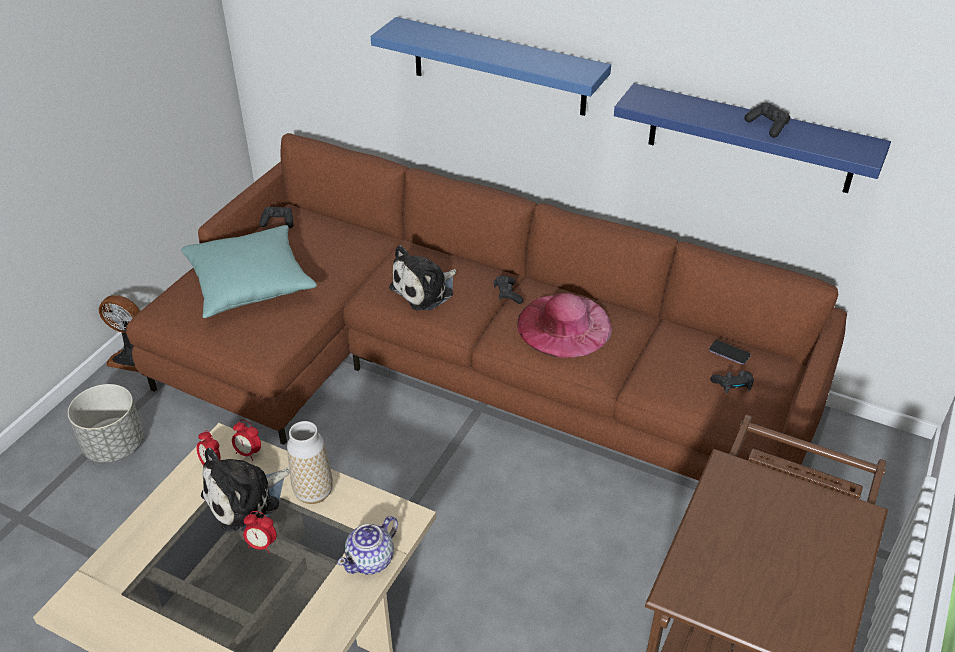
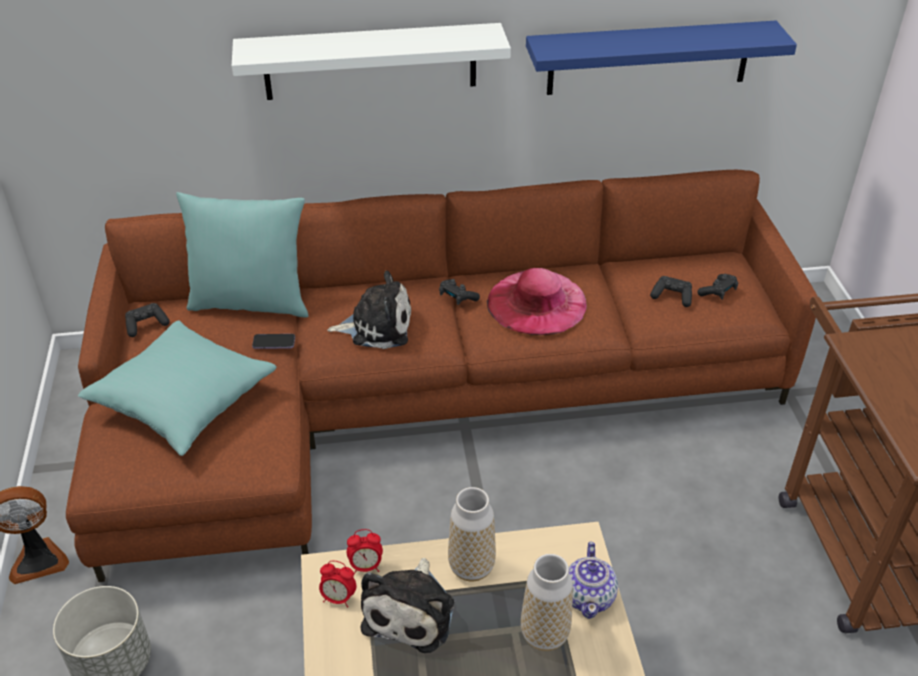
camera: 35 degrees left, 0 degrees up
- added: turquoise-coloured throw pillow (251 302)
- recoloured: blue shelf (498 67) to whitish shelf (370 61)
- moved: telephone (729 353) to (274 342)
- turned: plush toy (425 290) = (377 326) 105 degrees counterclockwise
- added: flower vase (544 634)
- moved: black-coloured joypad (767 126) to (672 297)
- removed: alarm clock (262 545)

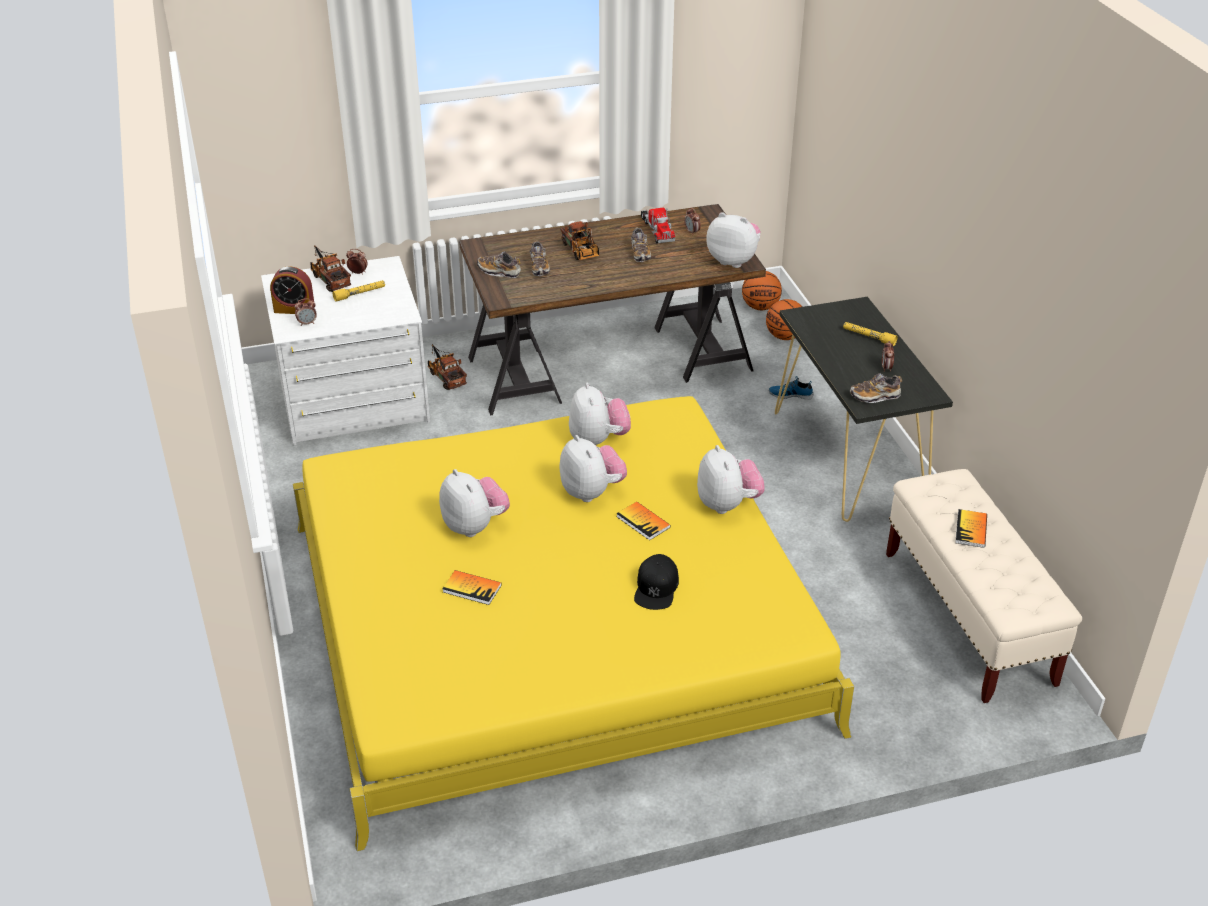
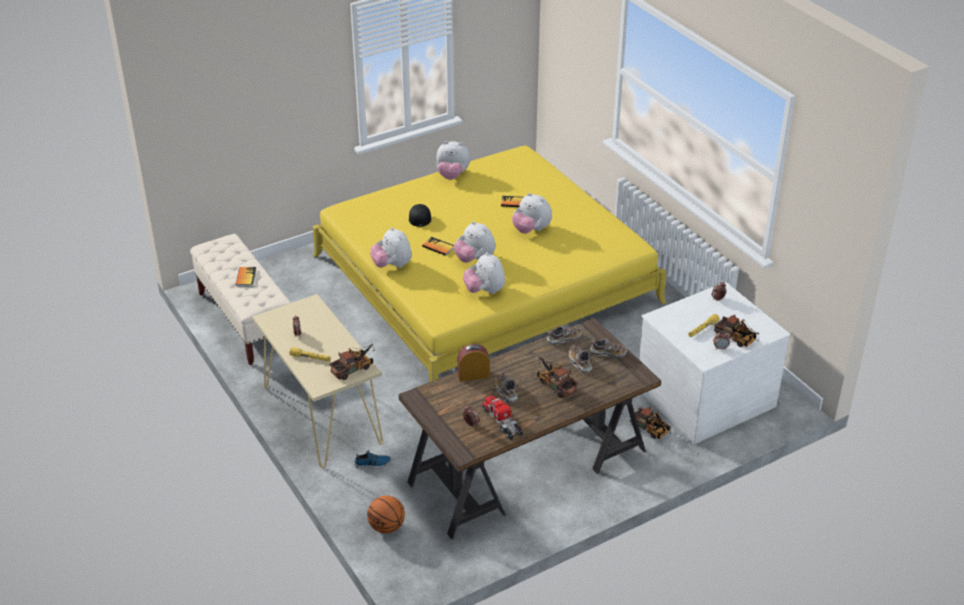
camera: 165 degrees right, 0 degrees up
- recoloured: black-coloured hall table (849 458) to beige hall table (322 414)
- added: toy truck (354 368)
- moved: plush toy (733 260) to (452 175)
- moved: alarm clock (294 309) to (473 375)
- moved: low shoe (874 396) to (563 339)
- removed: ball for basketball (760 307)

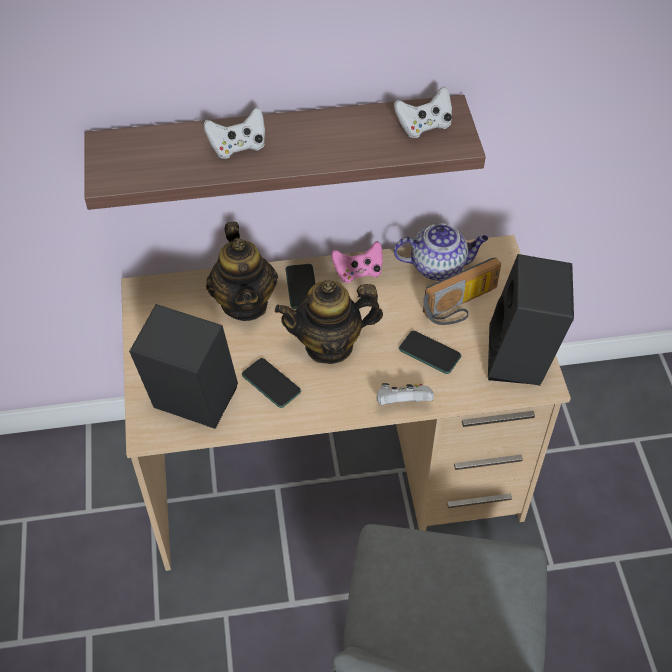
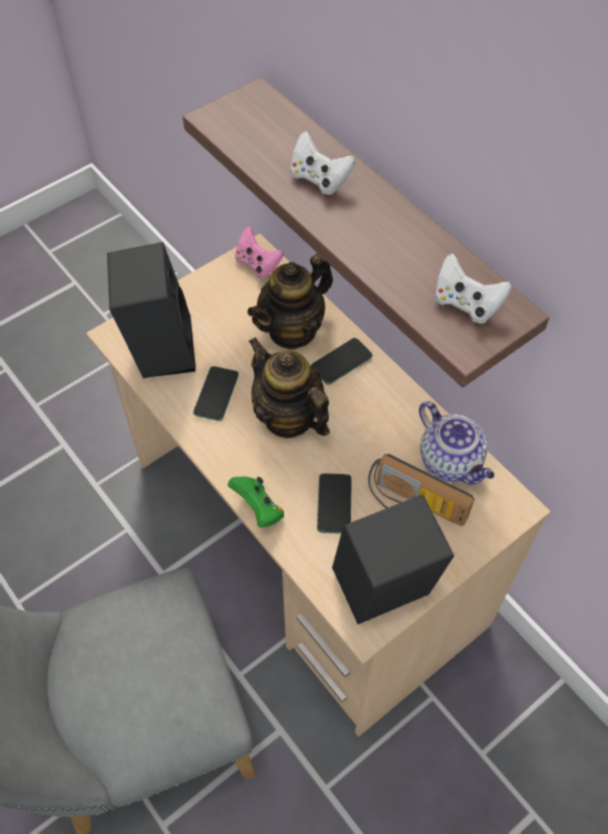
camera: 60 degrees right, 5 degrees up
- recoloured: whitish joypad (402 403) to greenish joypad (258 509)
- moved: pink-coloured joypad (358 272) to (257 264)

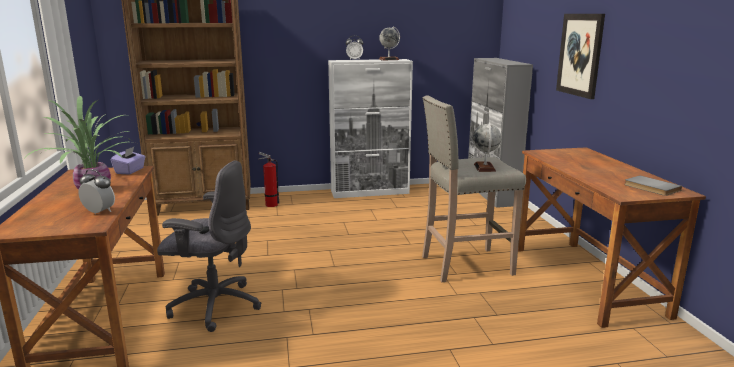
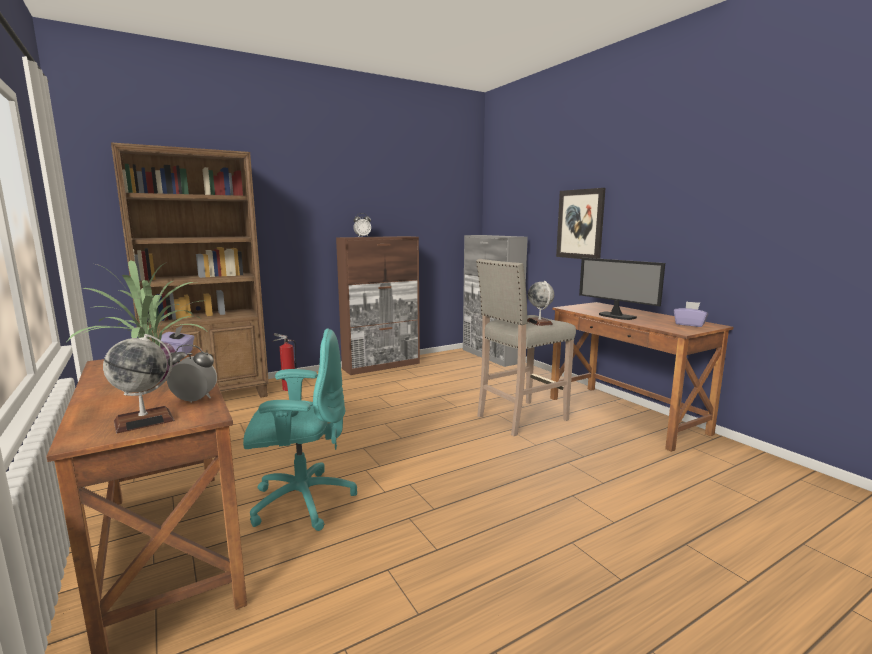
camera: 20 degrees left, 5 degrees down
- moved: desk globe (389 59) to (144 421)
- recoloured: gray desk chair (214 306) to turquoise-coloured desk chair (301 501)
- recoloured: whitish cabinet (370 192) to brownish cabinet (382 366)
- added: computer screen (616 316)
- replaced: gray volume (650 188) to purple tissue holder (689 324)

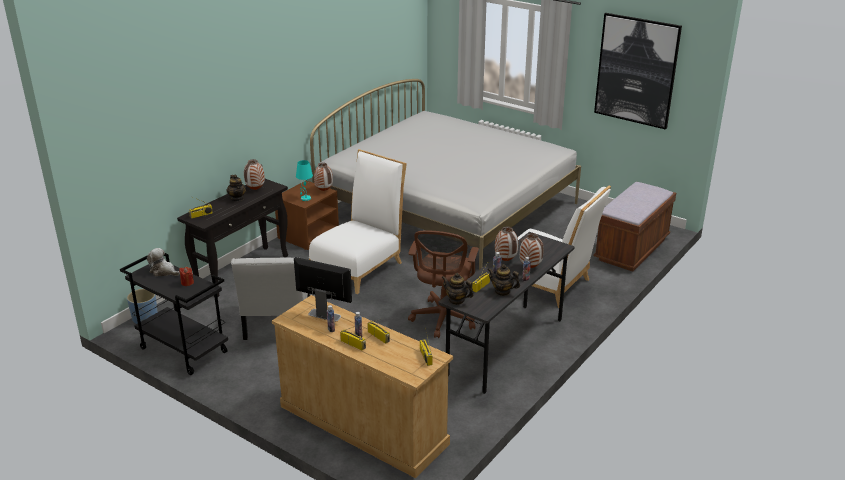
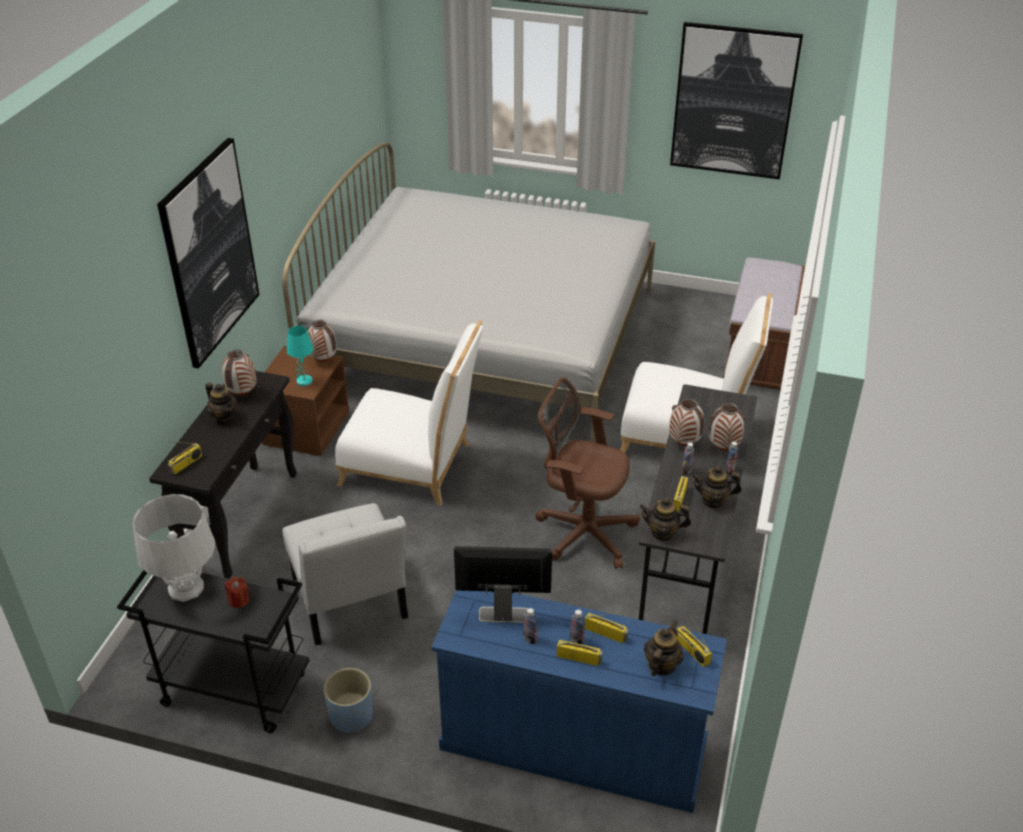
camera: 20 degrees left, 10 degrees up
- replaced: plush toy (164 271) to gray tabletop lamp (186 588)
- added: wall picture (210 253)
- moved: blue plant pot (145 319) to (351 716)
- turned: whitish chair (359 266) = (413 466) 90 degrees clockwise
- recoloured: beige dresser (362 425) to blue dresser (571 745)
- turned: brownish desk chair (443 319) = (582 532) 120 degrees clockwise
- added: teapot (661 665)

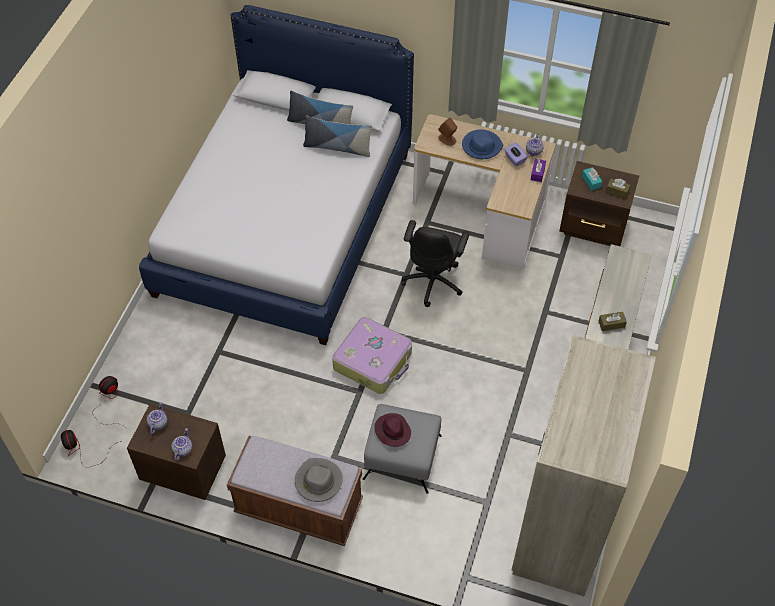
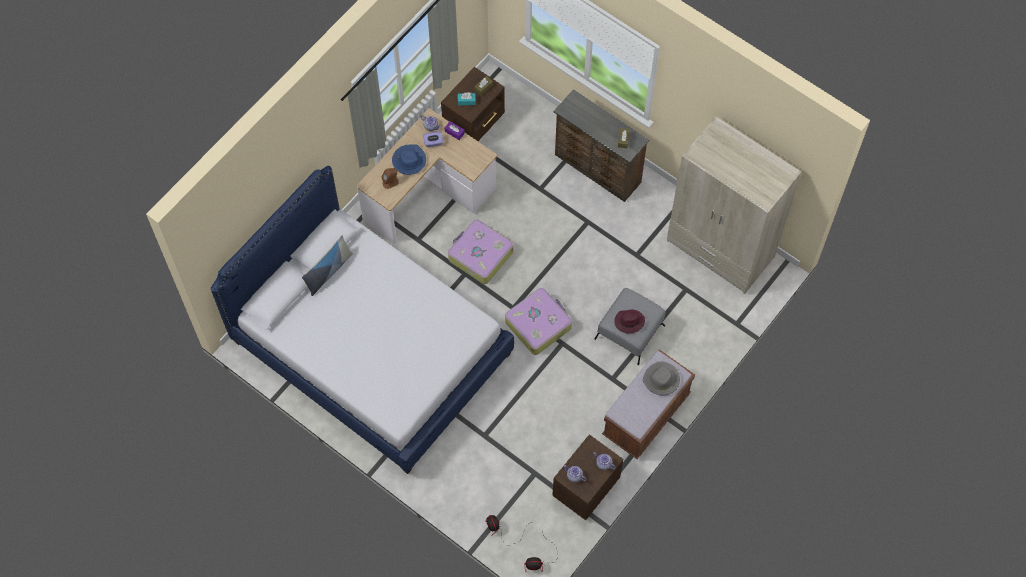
camera: 70 degrees left, 10 degrees up
- replaced: black-coloured desk chair (433 281) to travel case (479 255)
- removed: throw pillow (337 147)

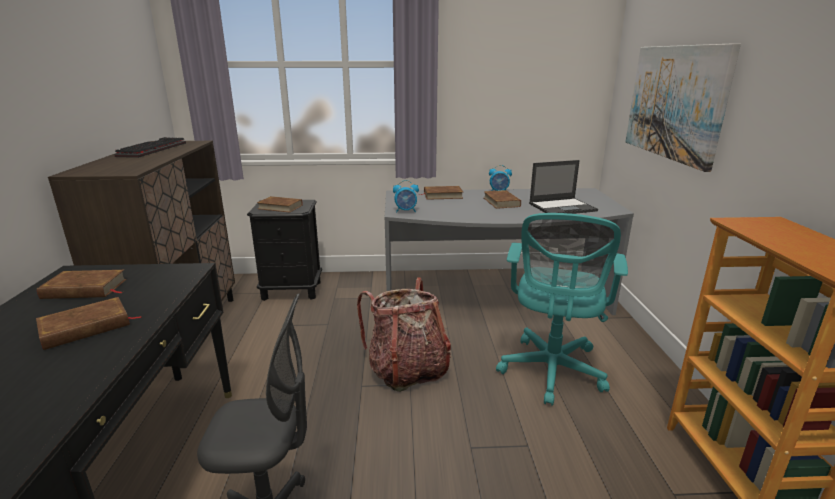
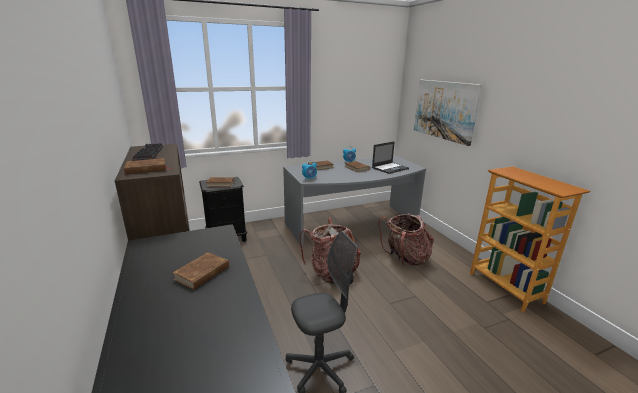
camera: 20 degrees left, 0 degrees up
- moved: brownish volume (85 289) to (146 169)
- replaced: turquoise-coloured desk chair (551 372) to knapsack (405 258)

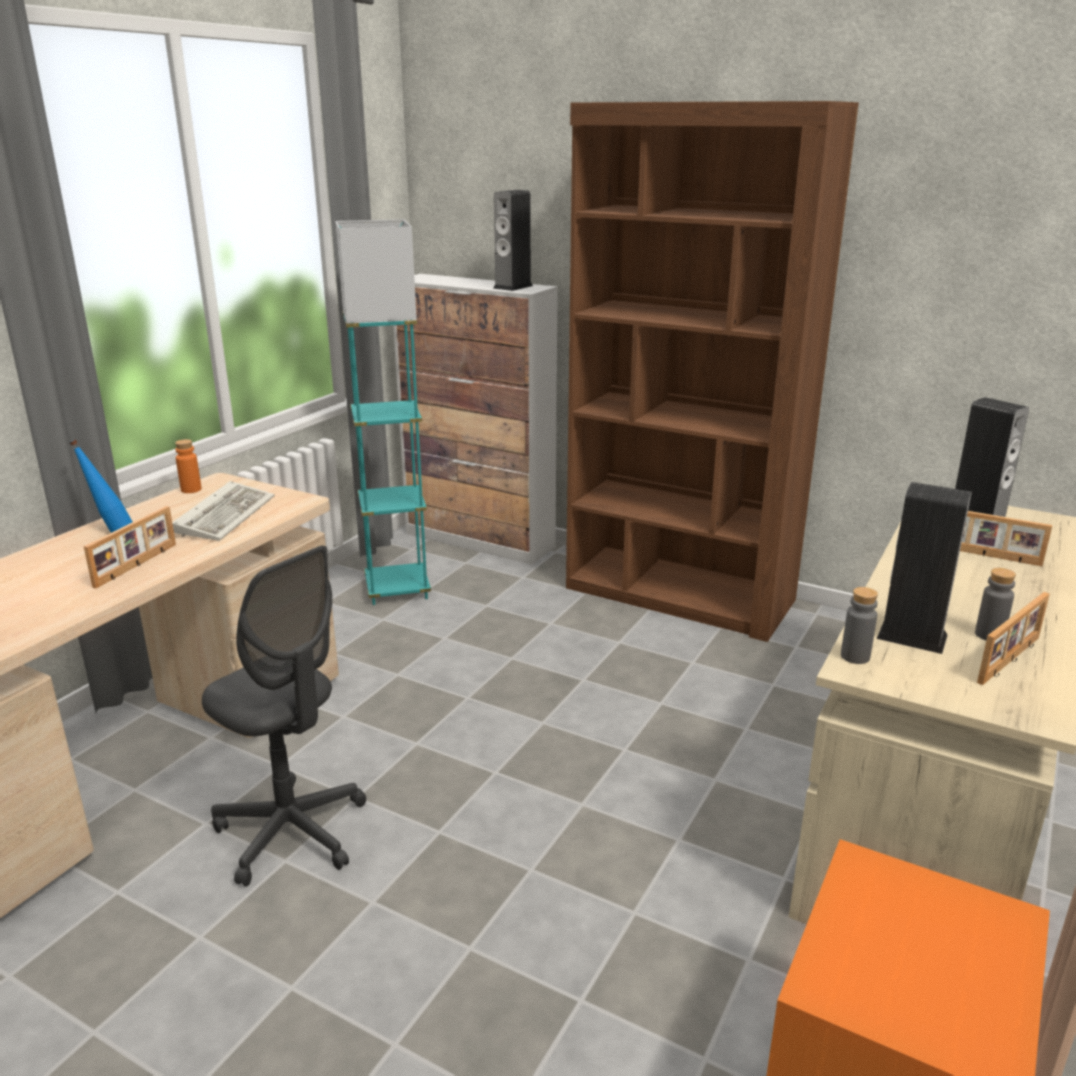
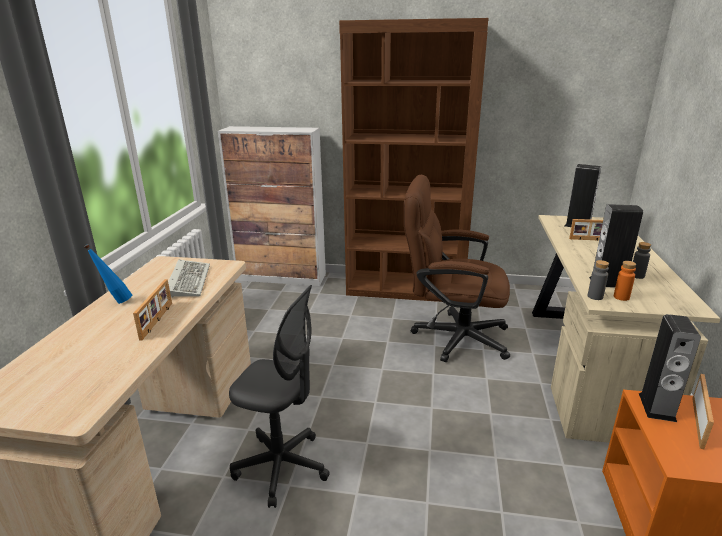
camera: 20 degrees left, 0 degrees up
- added: brownish desk chair (451 336)
- moved: orange-coloured drink bottle (191 489) to (621 297)
- moved: loudspeaker (513 287) to (657 407)
- moved: picture frame (1011 660) to (699 422)
- removed: turquoise-coloured standard lamp (397 589)

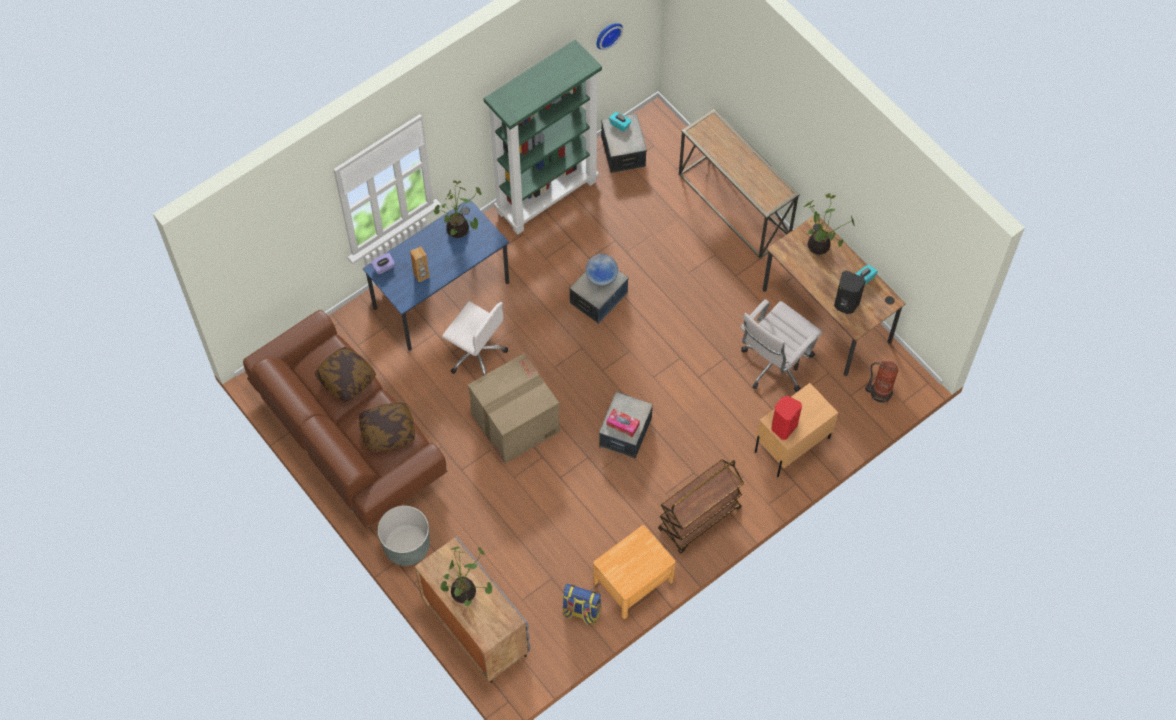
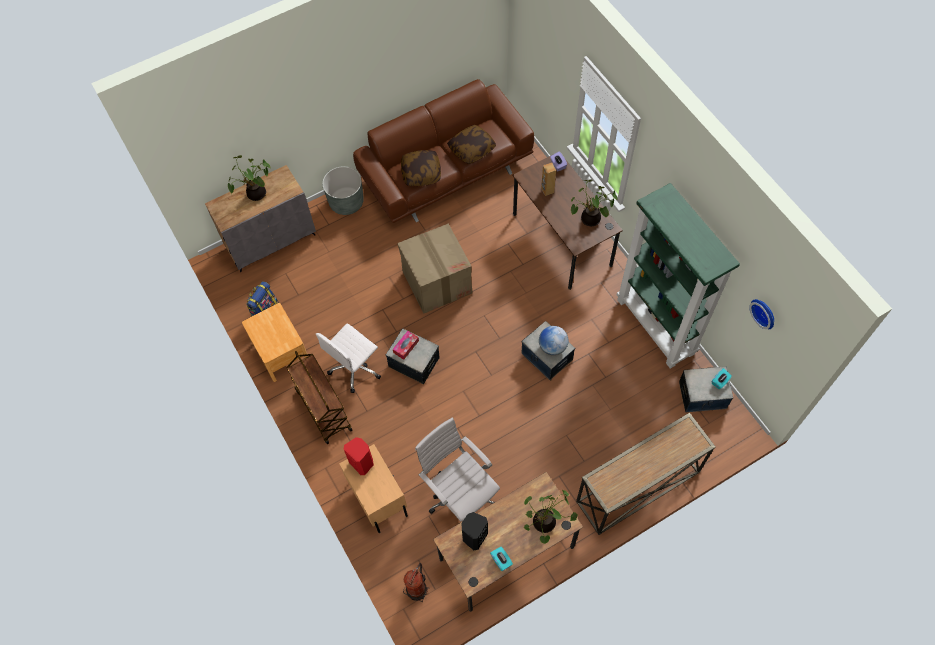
camera: 100 degrees right, 0 degrees up
- moved: whitish desk chair (476 353) to (355 368)
- recoloured: blue desk table (441 295) to brownish desk table (562 240)

